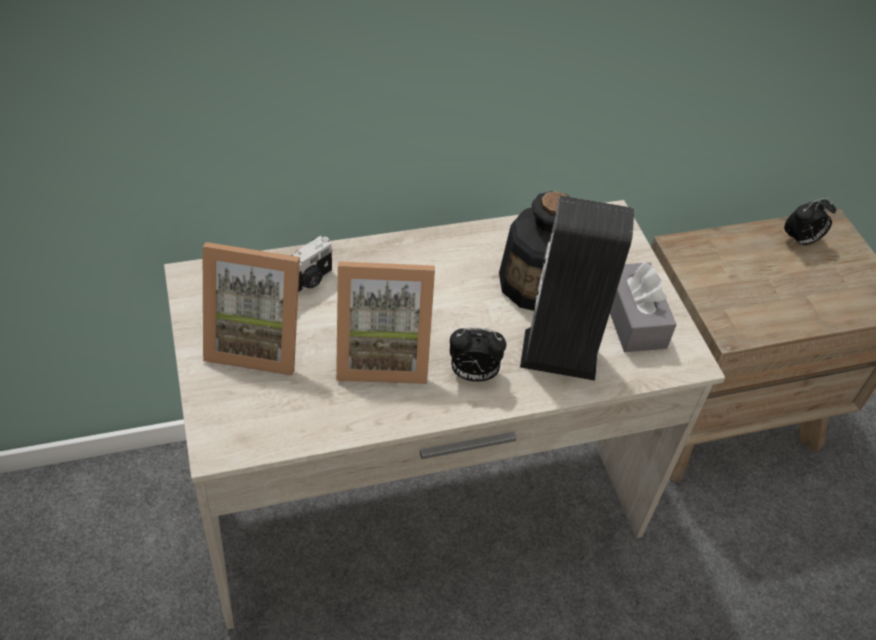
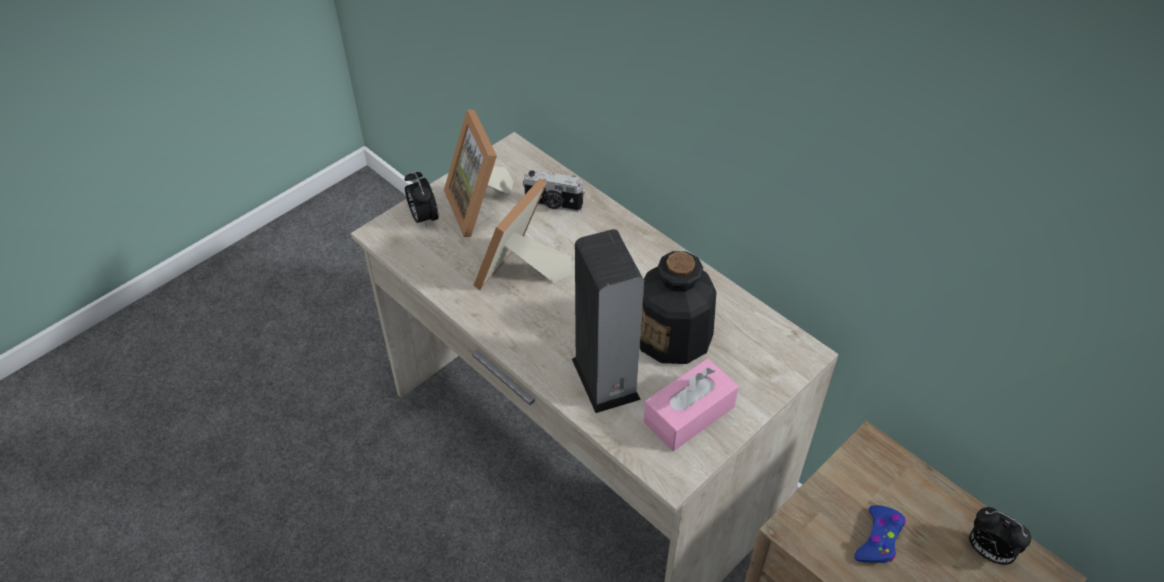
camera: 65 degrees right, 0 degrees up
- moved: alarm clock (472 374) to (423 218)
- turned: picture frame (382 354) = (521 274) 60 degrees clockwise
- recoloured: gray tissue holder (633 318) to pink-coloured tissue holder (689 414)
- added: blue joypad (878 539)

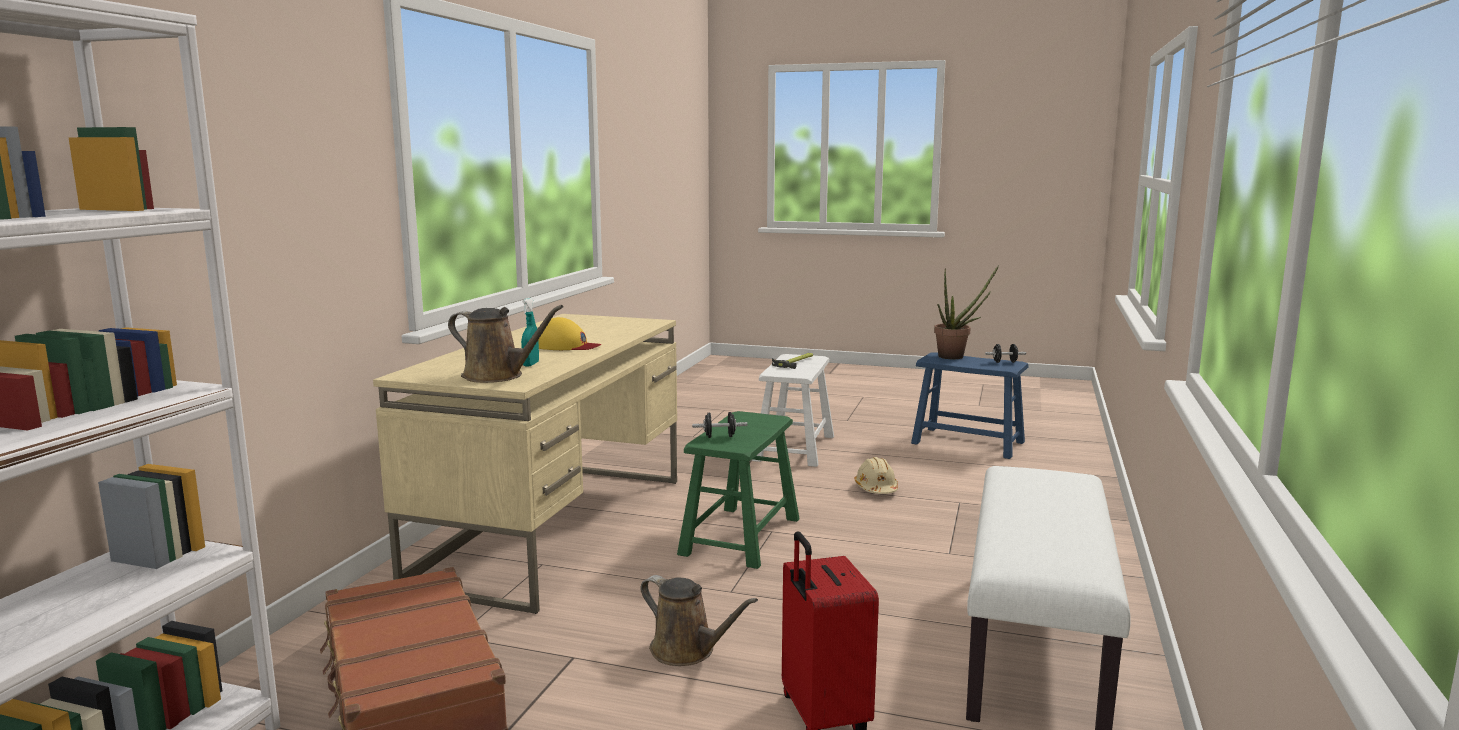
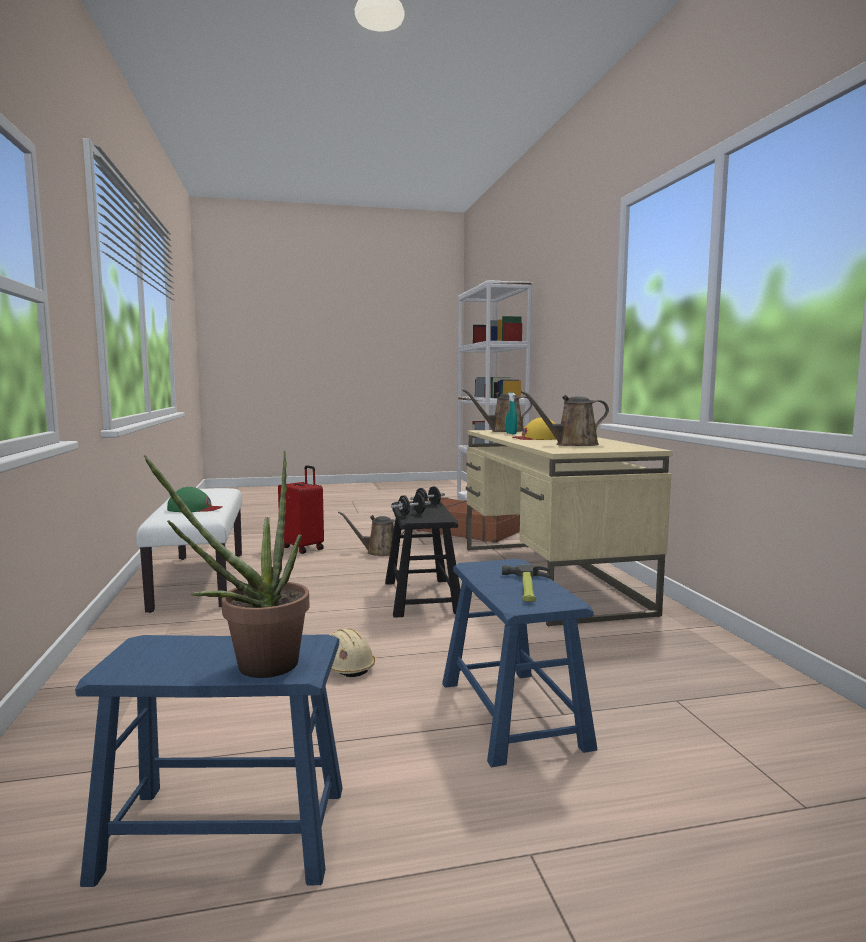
camera: 150 degrees right, 5 degrees down
- added: greenish baseball cap (194 509)
- recoloured: greenish sitting stool (741 536) to black-coloured sitting stool (421 597)
- moved: black-coloured dumbbell (1004 362) to (411 514)
- recoloured: whitish sitting stool (794 448) to blue sitting stool (512 714)
- added: brownish sprinkling can (572 444)

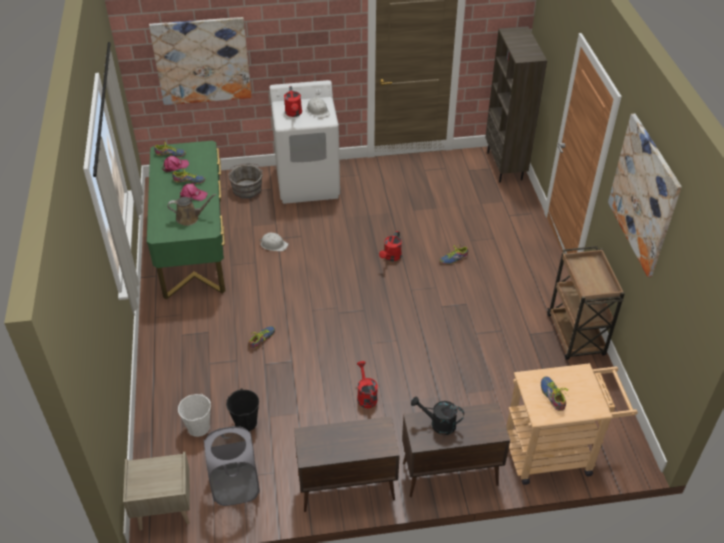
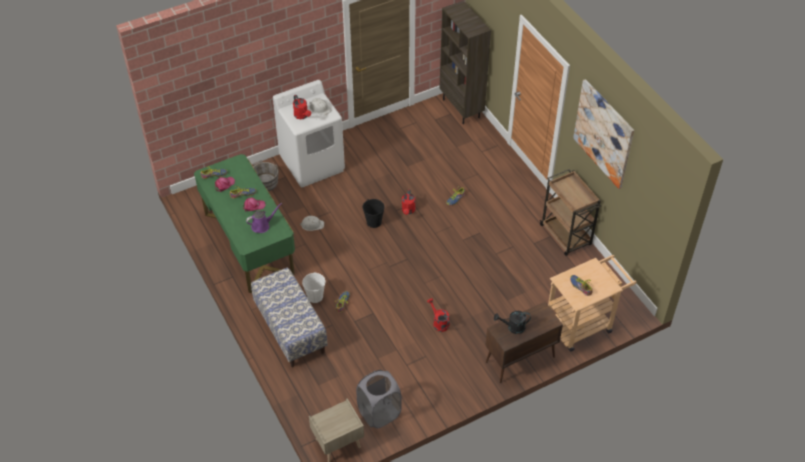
camera: 20 degrees left, 5 degrees up
- recoloured: brownish sprinkling can (190 218) to purple sprinkling can (262 225)
- added: long seat (290 329)
- moved: whitish water bucket (198 427) to (315 296)
- moved: black-coloured water bucket (246 422) to (374 222)
- removed: wall picture (202 61)
- removed: brownish cabinet (346 488)

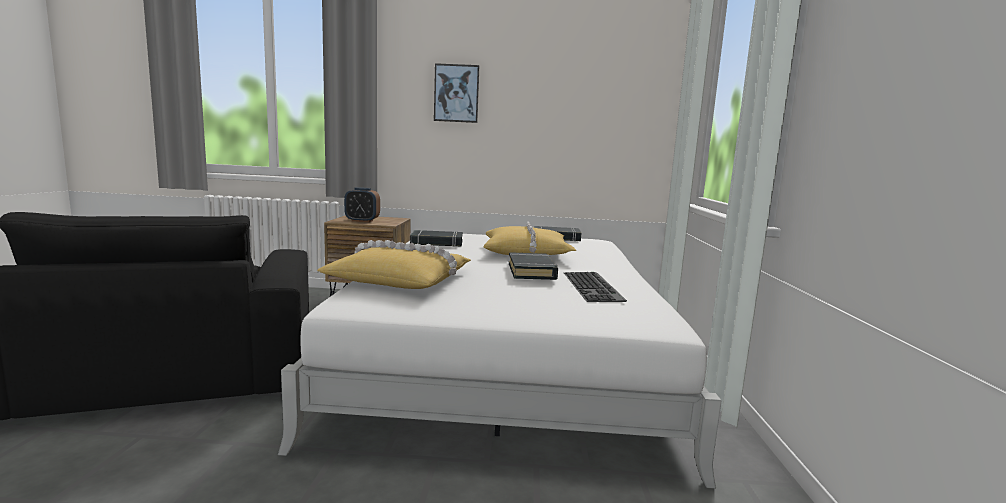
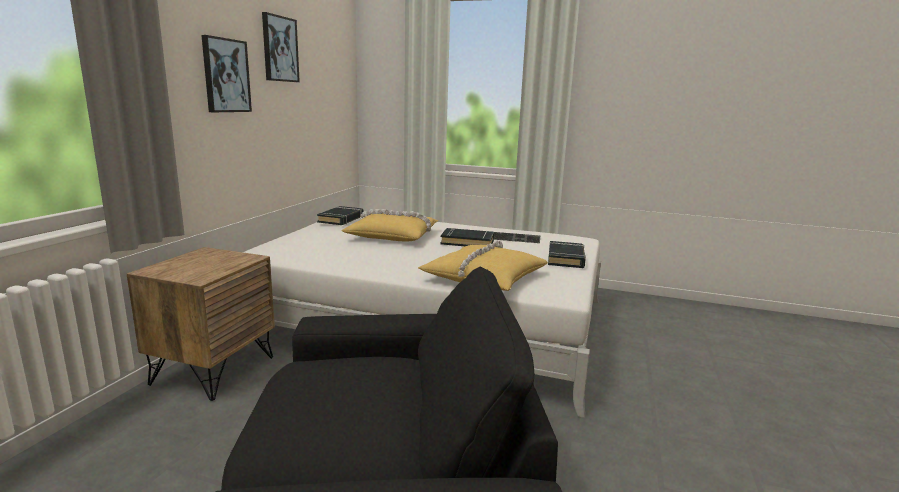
camera: 75 degrees left, 5 degrees up
- added: wall picture (279 49)
- moved: black-coloured volume (437 243) to (566 259)
- removed: alarm clock (362 221)

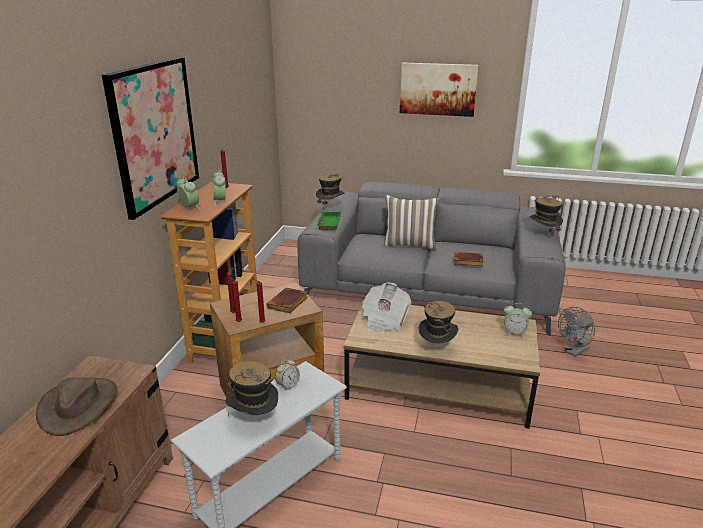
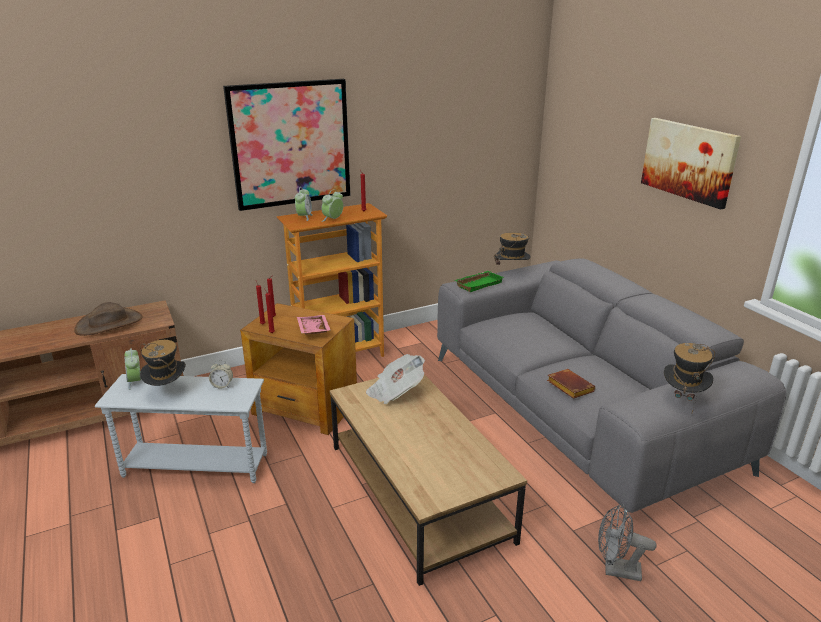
camera: 50 degrees right, 0 degrees up
- moved: alarm clock (514 333) to (135 382)
- replaced: brownish volume (288 304) to pink-coloured carrying tray (312 330)
- removed: throw pillow (410 244)
- removed: wearable hat (436 348)

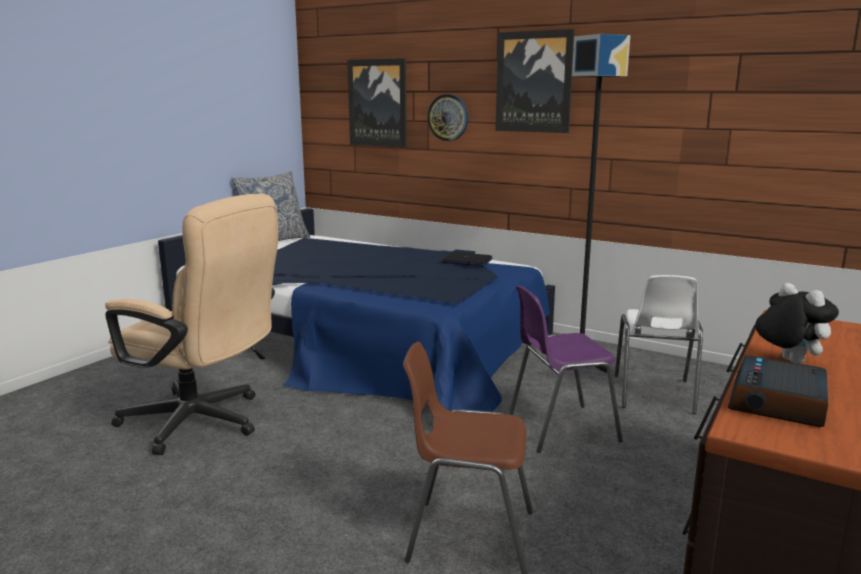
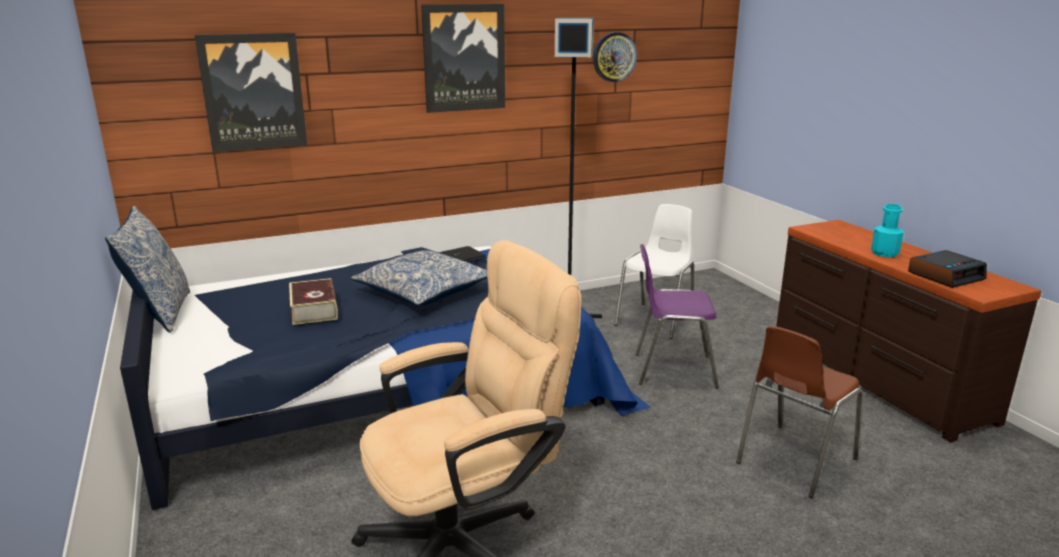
camera: 55 degrees left, 5 degrees up
- added: volume (314 309)
- added: throw pillow (424 291)
- moved: clock on the wall (448 117) to (614 57)
- turned: whitish chair (653 395) = (656 320) 105 degrees counterclockwise
- turned: purple chair (559 429) = (672 370) 75 degrees clockwise
- replaced: plush toy (787 361) to turquoise-coloured drink bottle (884 253)
- turned: alarm clock (778 403) = (945 275) 90 degrees counterclockwise

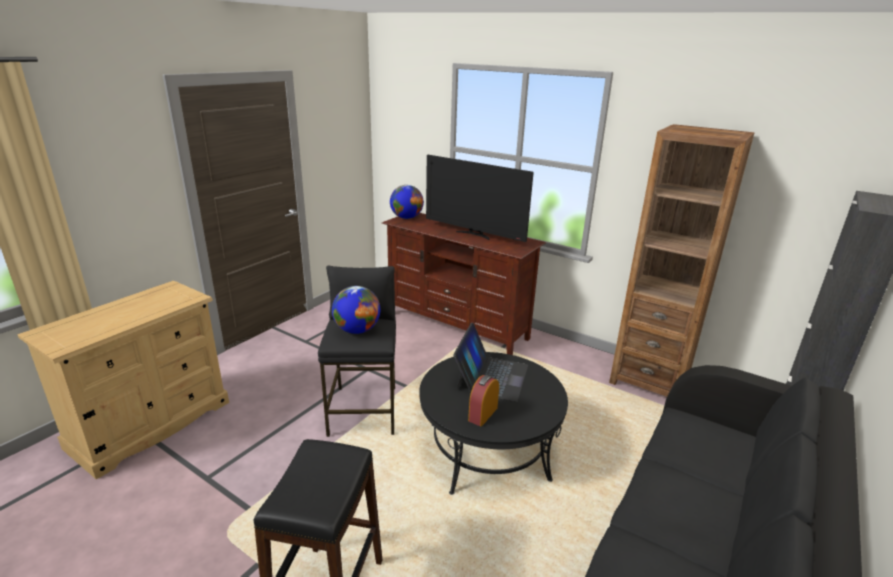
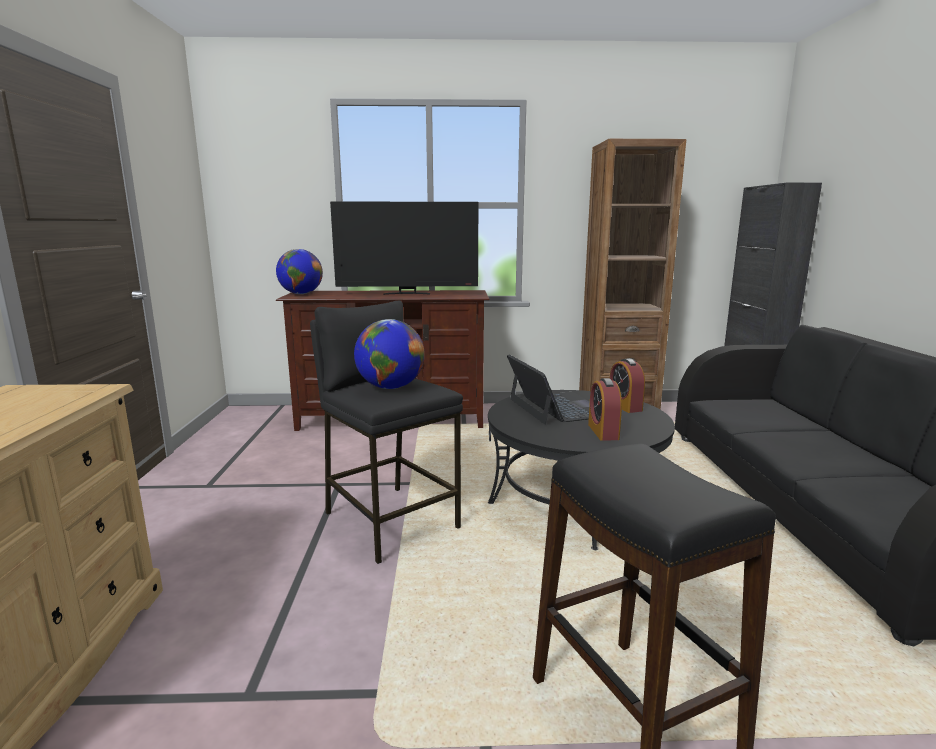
camera: 35 degrees left, 10 degrees down
- added: alarm clock (624 406)

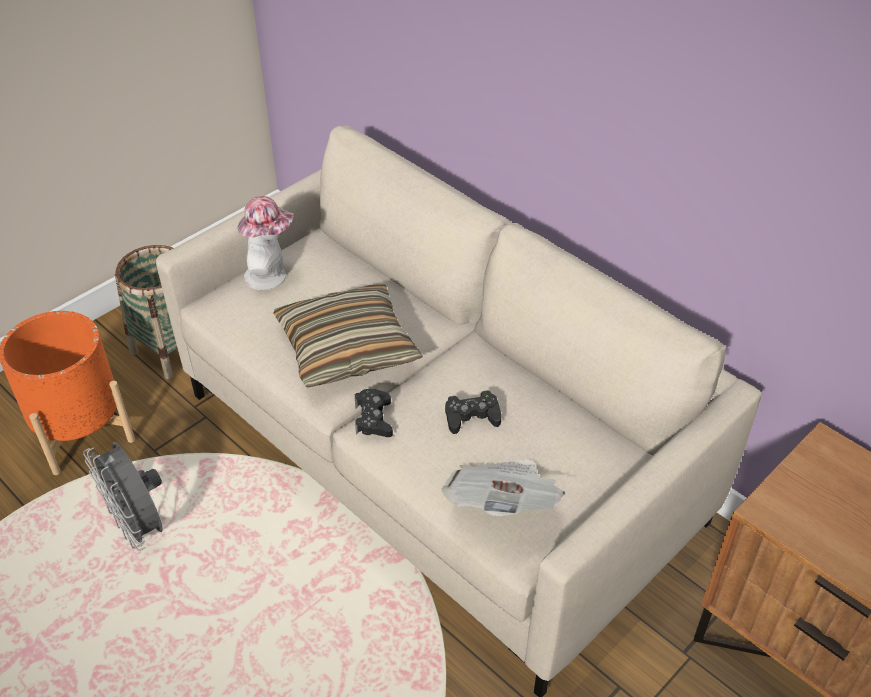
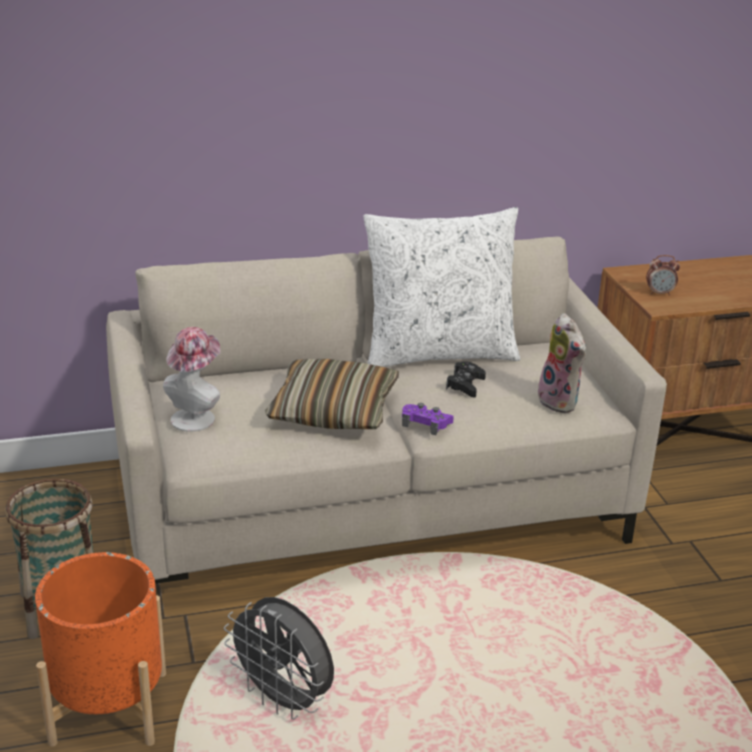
camera: 60 degrees left, 15 degrees down
- turned: gray electric fan (139 526) = (284 700) 45 degrees clockwise
- added: whitish throw pillow (439 353)
- recoloured: black-coloured joypad (373 419) to purple joypad (426 423)
- replaced: daily paper (503 505) to plush toy (561 402)
- added: alarm clock (659 293)

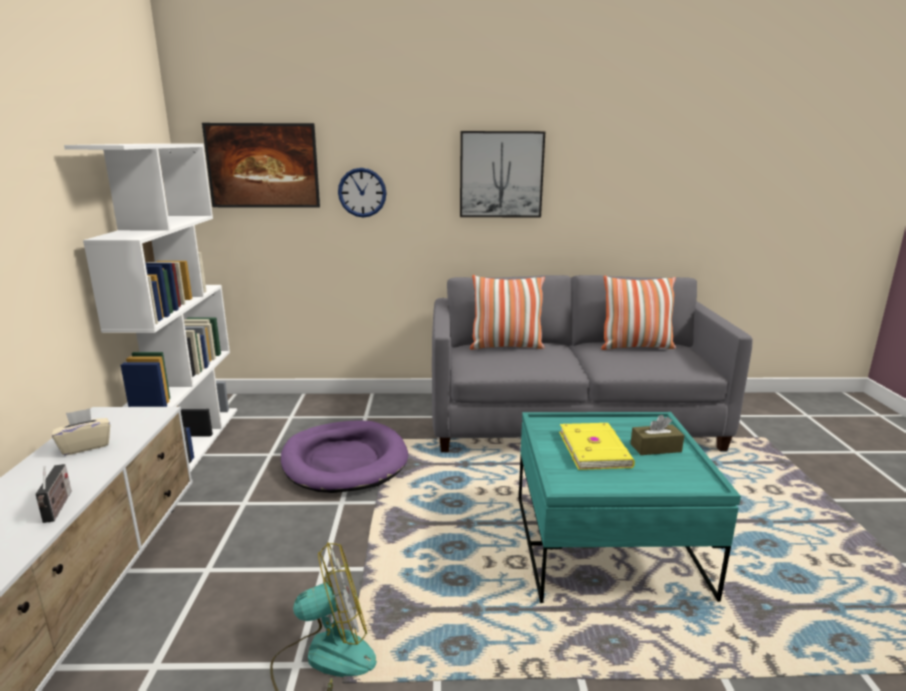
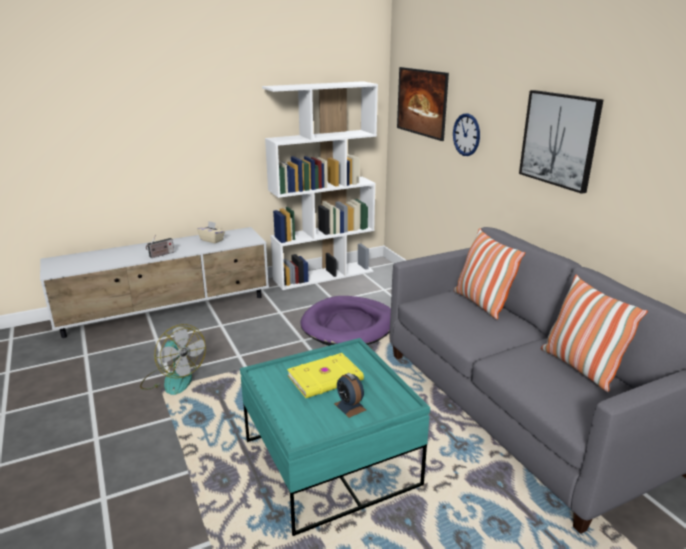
camera: 65 degrees right, 5 degrees up
- replaced: brownish tissue holder (655 448) to alarm clock (350 407)

